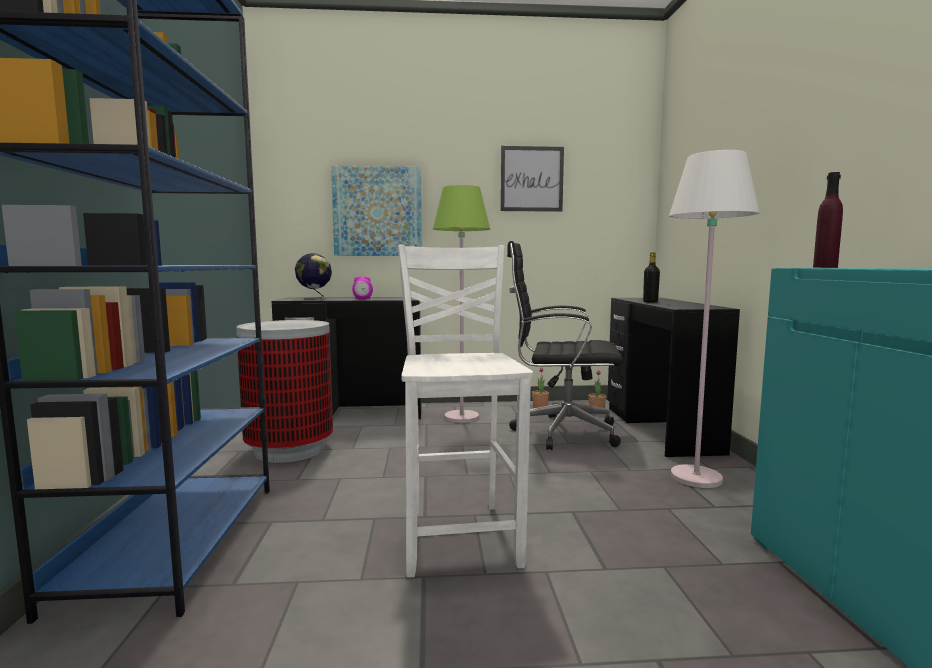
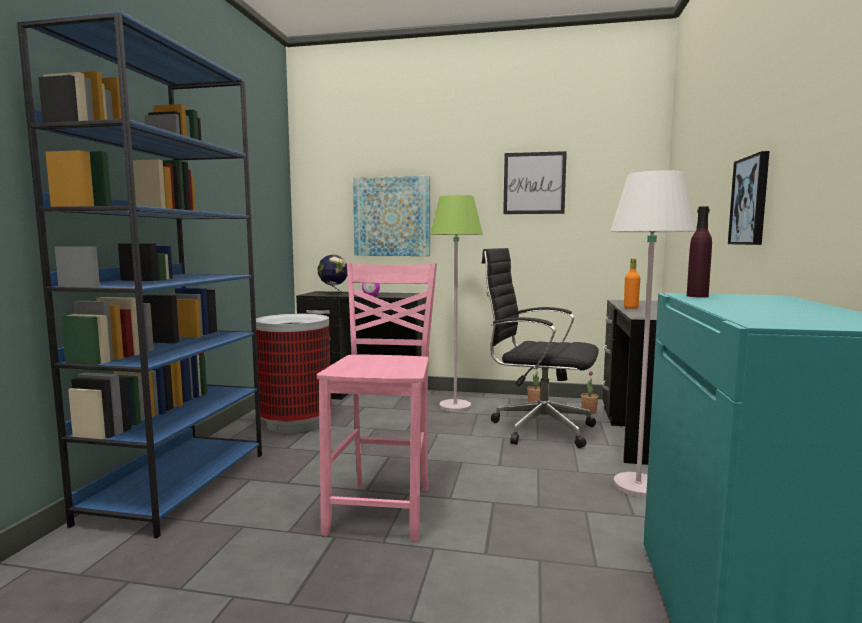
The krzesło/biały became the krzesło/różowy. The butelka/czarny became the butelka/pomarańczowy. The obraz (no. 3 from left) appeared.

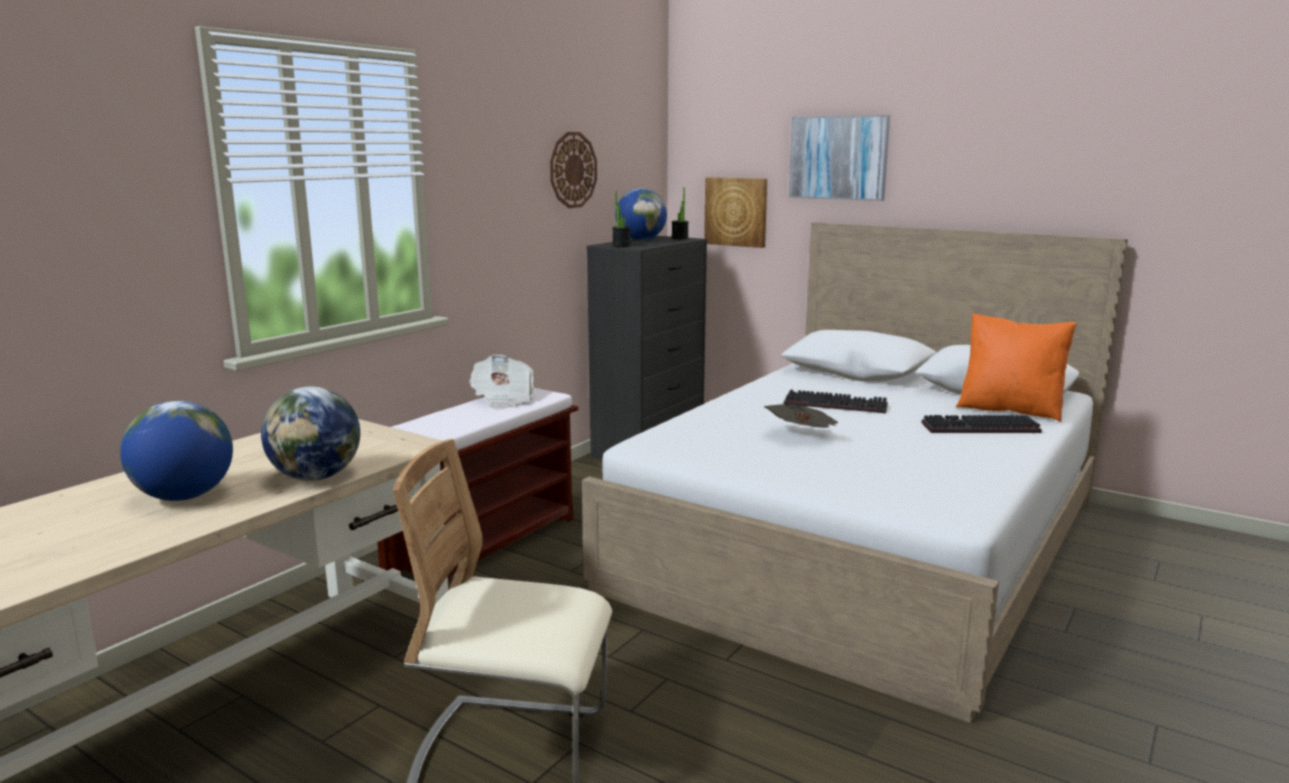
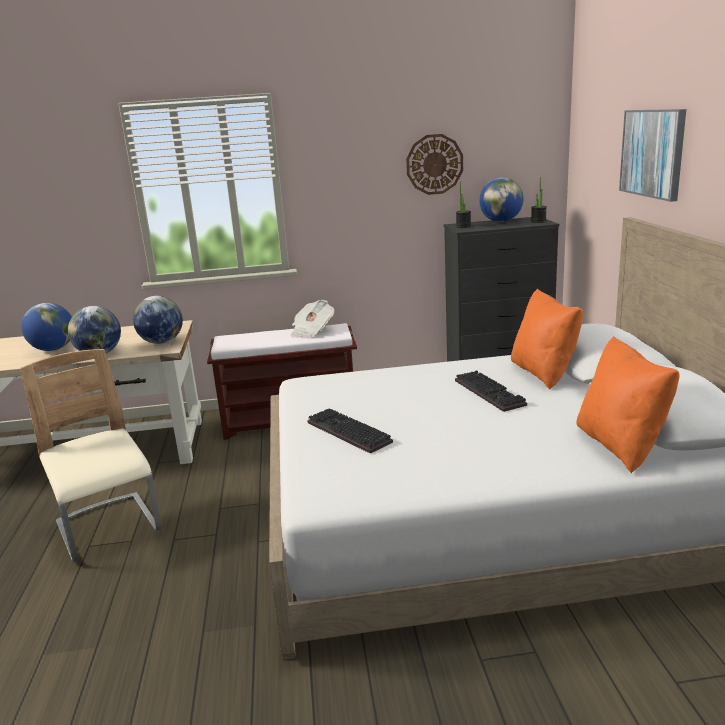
The obraz (no. 1 from left) disappeared. The gazeta (no. 2 from left) disappeared. The klawiatura (no. 2 from left in the first image) moved. The globus (no. 3 from left) appeared. The poduszka/pomarańczowy (no. 1 from left) appeared.

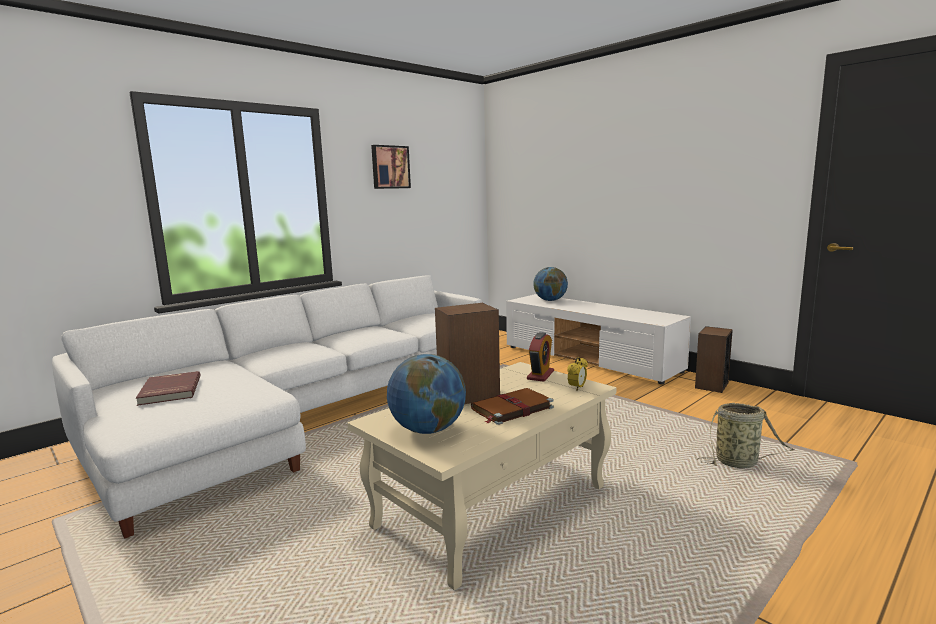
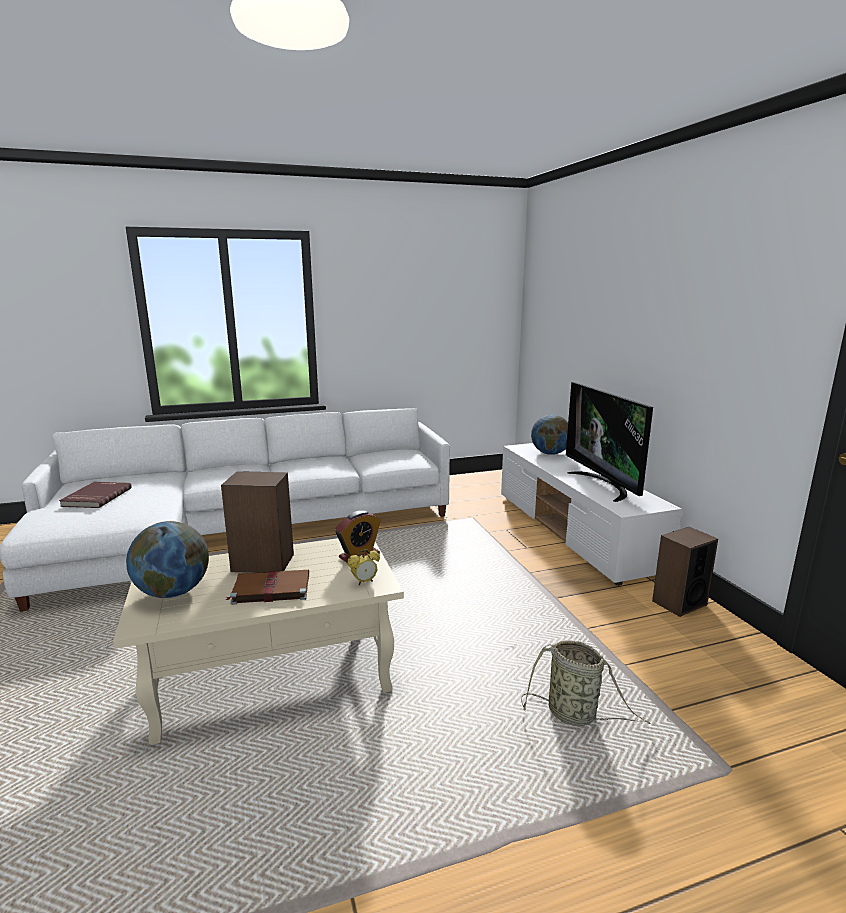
The obraz disappeared. The telewizor appeared.

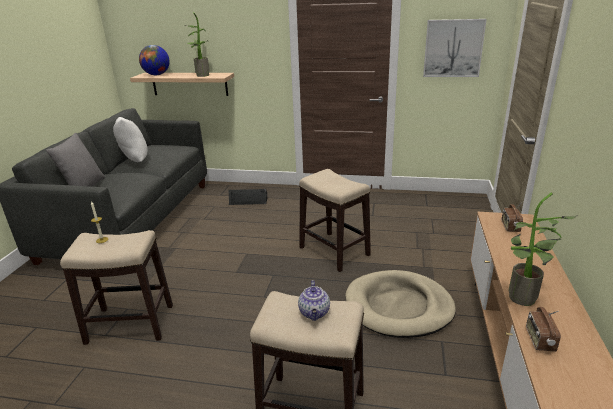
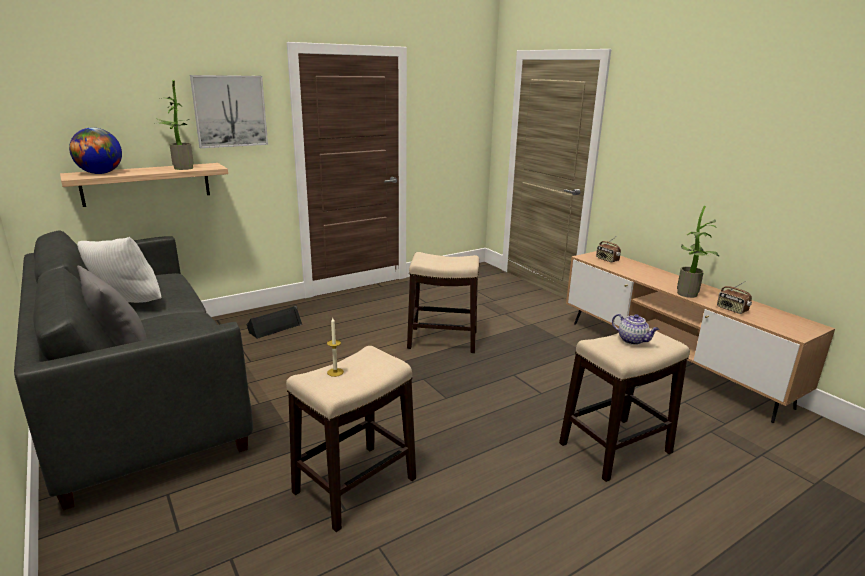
The legowisko/beżowy disappeared. The obraz moved.

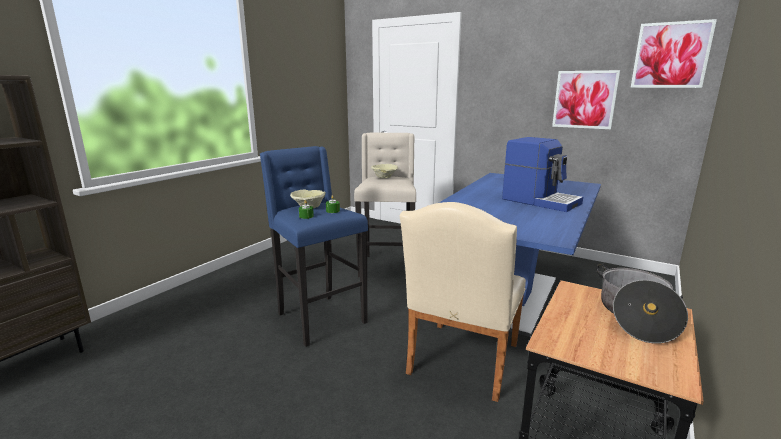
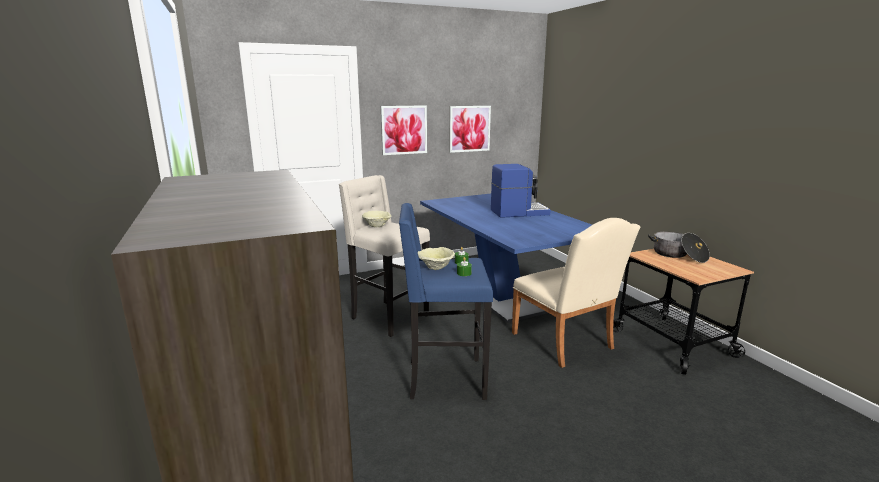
The obraz (no. 2 from left in the first image) moved.

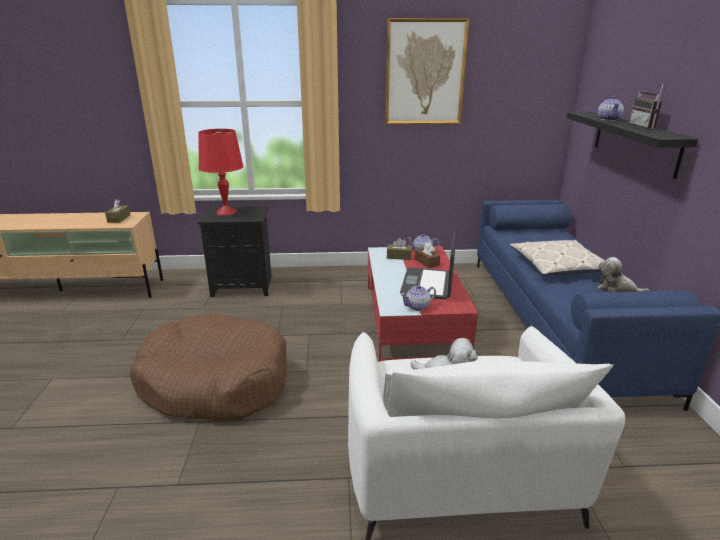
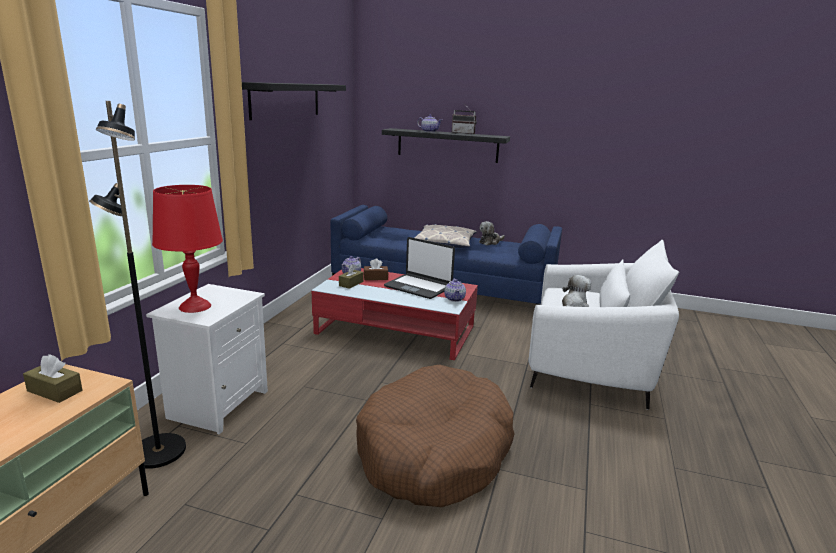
The szafka nocna/czarny became the szafka nocna/biały. The obraz was replaced by the półka/czarny (no. 1 from left). The lampa stojąca/czarny appeared.

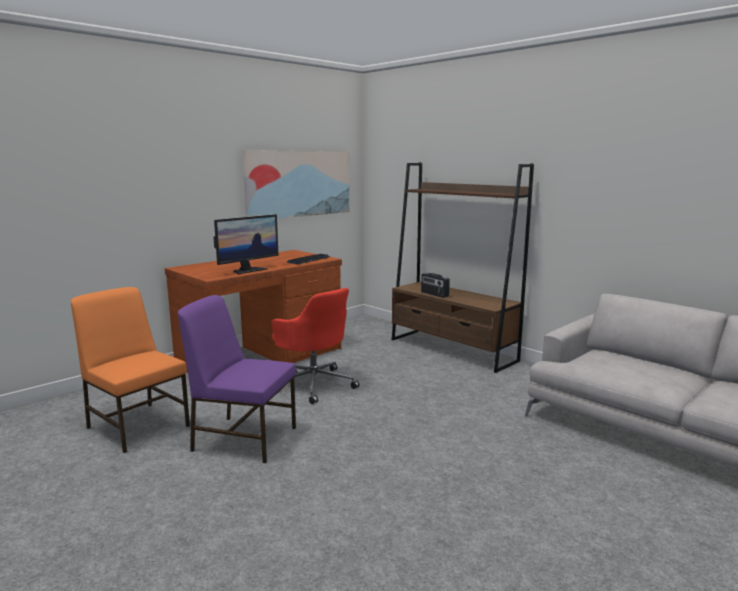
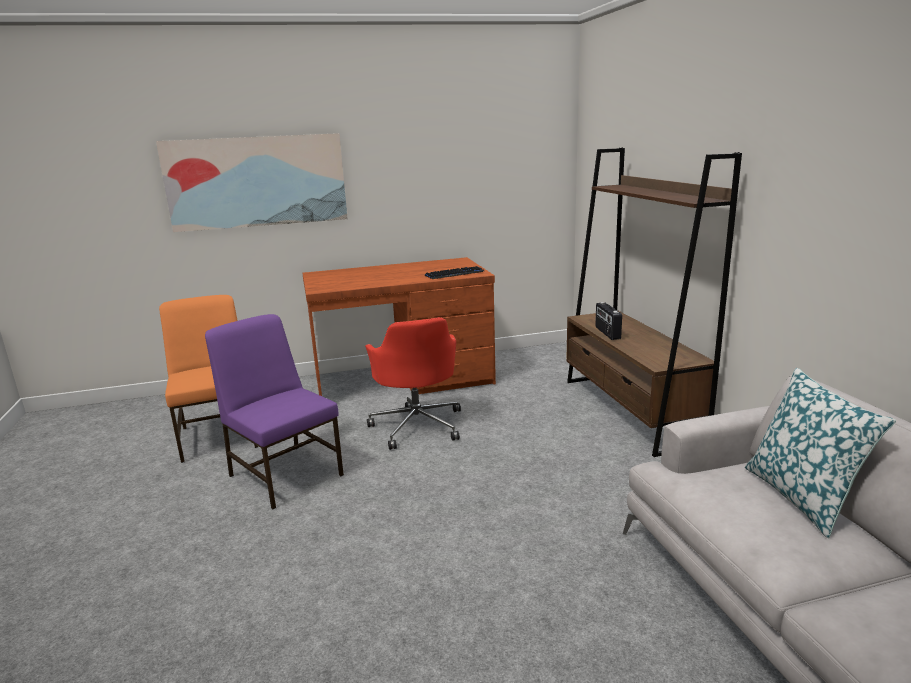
The monitor disappeared. The obraz moved. The poduszka appeared.

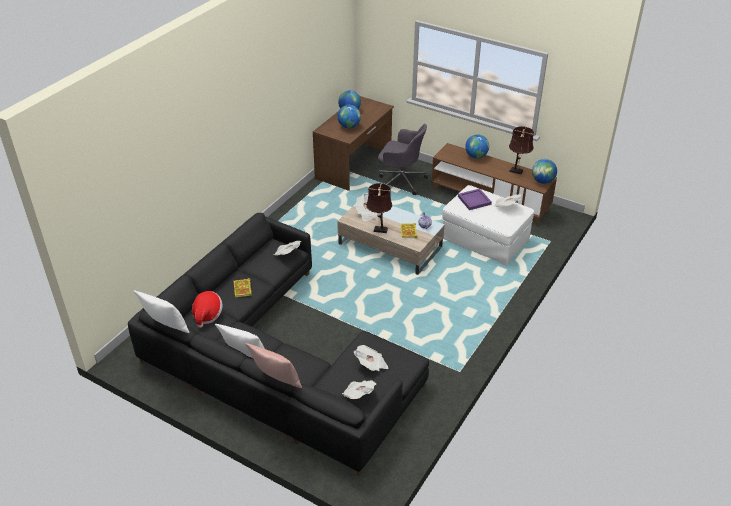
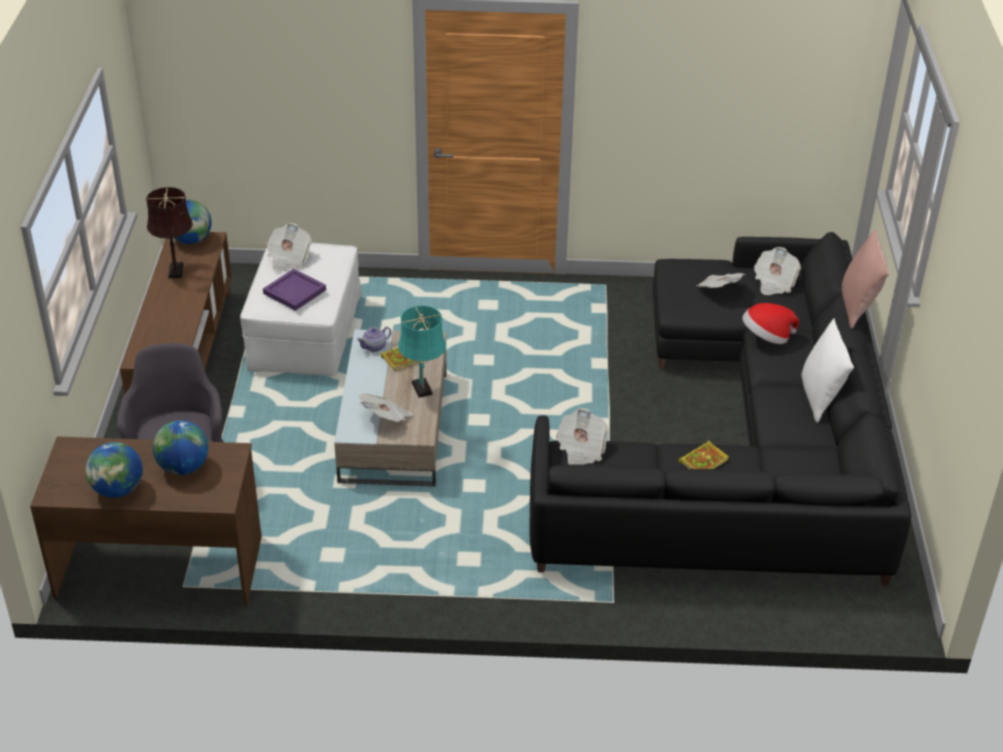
The poduszka/biały (no. 1 from left) disappeared. The kapelusz moved. The lampa stołowa/brązowy (no. 1 from left) became the lampa stołowa/turkusowy. The globus (no. 3 from left) disappeared.

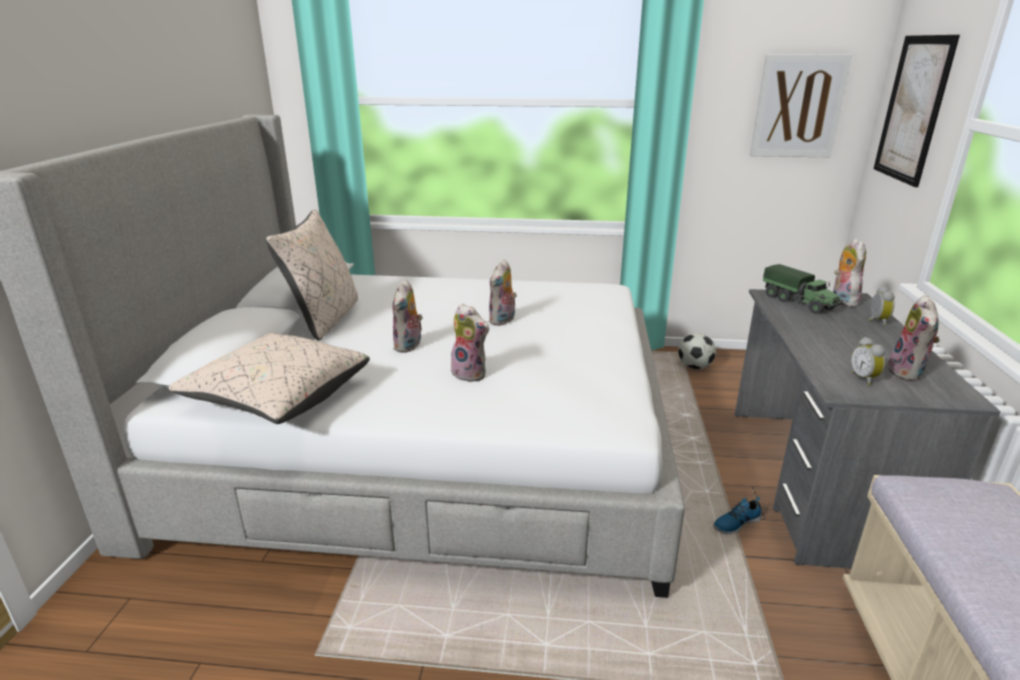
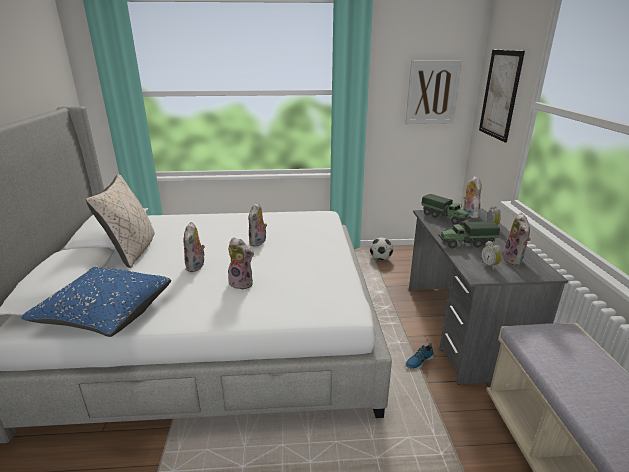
The poduszka/beżowy (no. 1 from left) became the poduszka/niebieski. The ciężarówka zabawkowa (no. 2 from left) appeared.

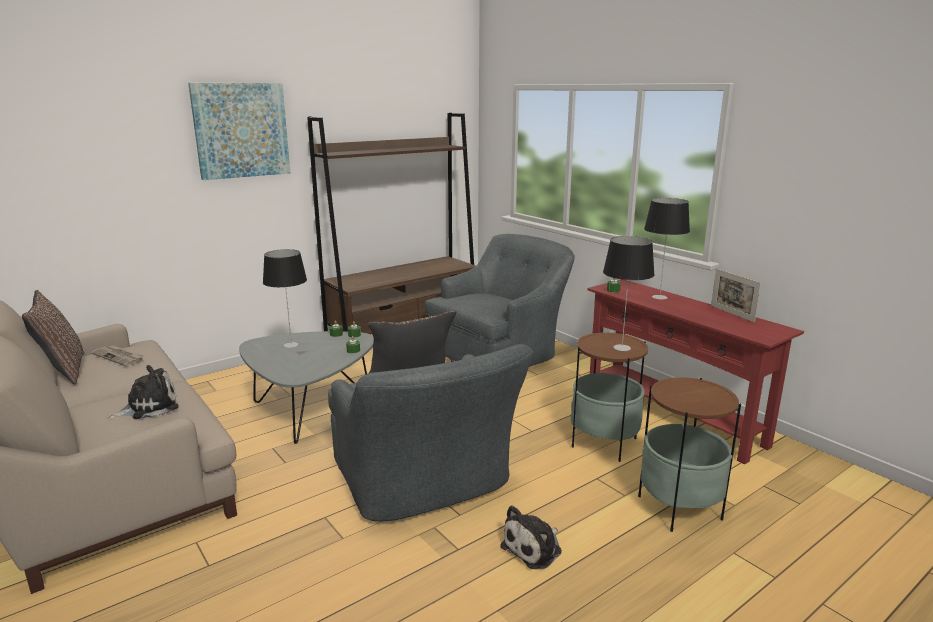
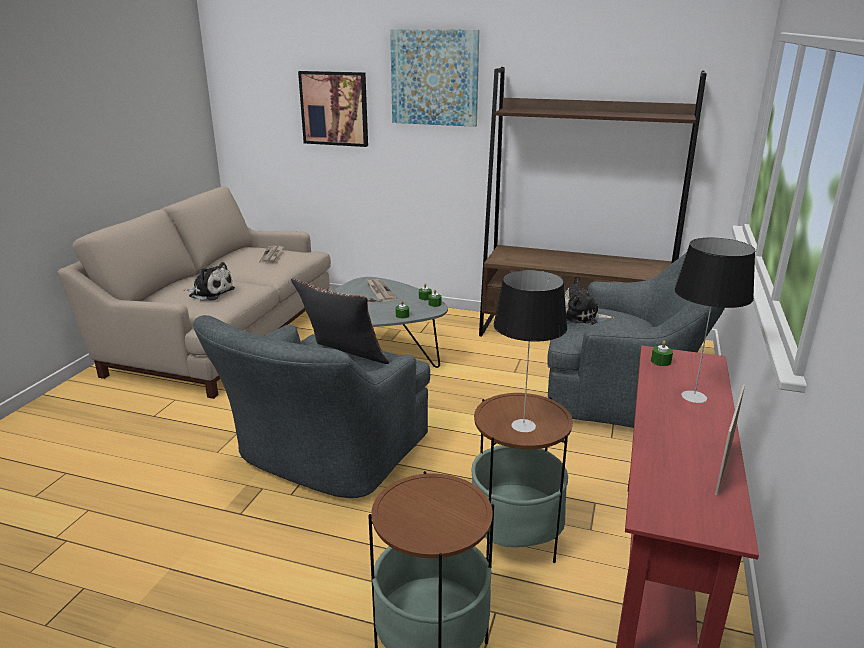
The poduszka/brązowy (no. 1 from left) disappeared. The lampa stołowa (no. 1 from left) was replaced by the gazeta (no. 2 from left). The pluszak (no. 2 from left) moved. The obraz (no. 1 from left) appeared.

